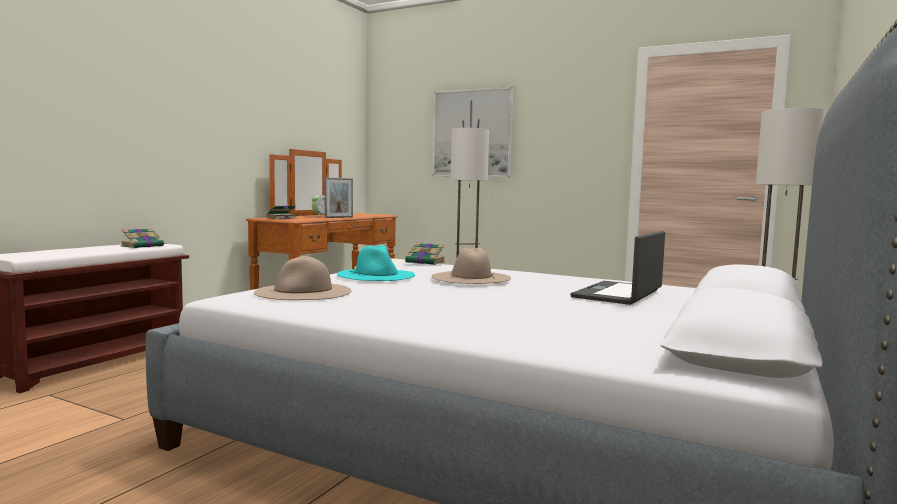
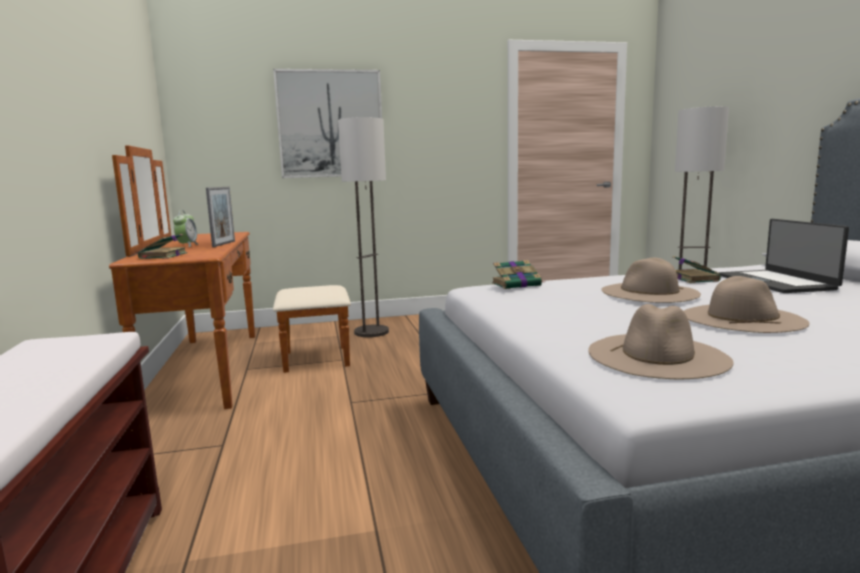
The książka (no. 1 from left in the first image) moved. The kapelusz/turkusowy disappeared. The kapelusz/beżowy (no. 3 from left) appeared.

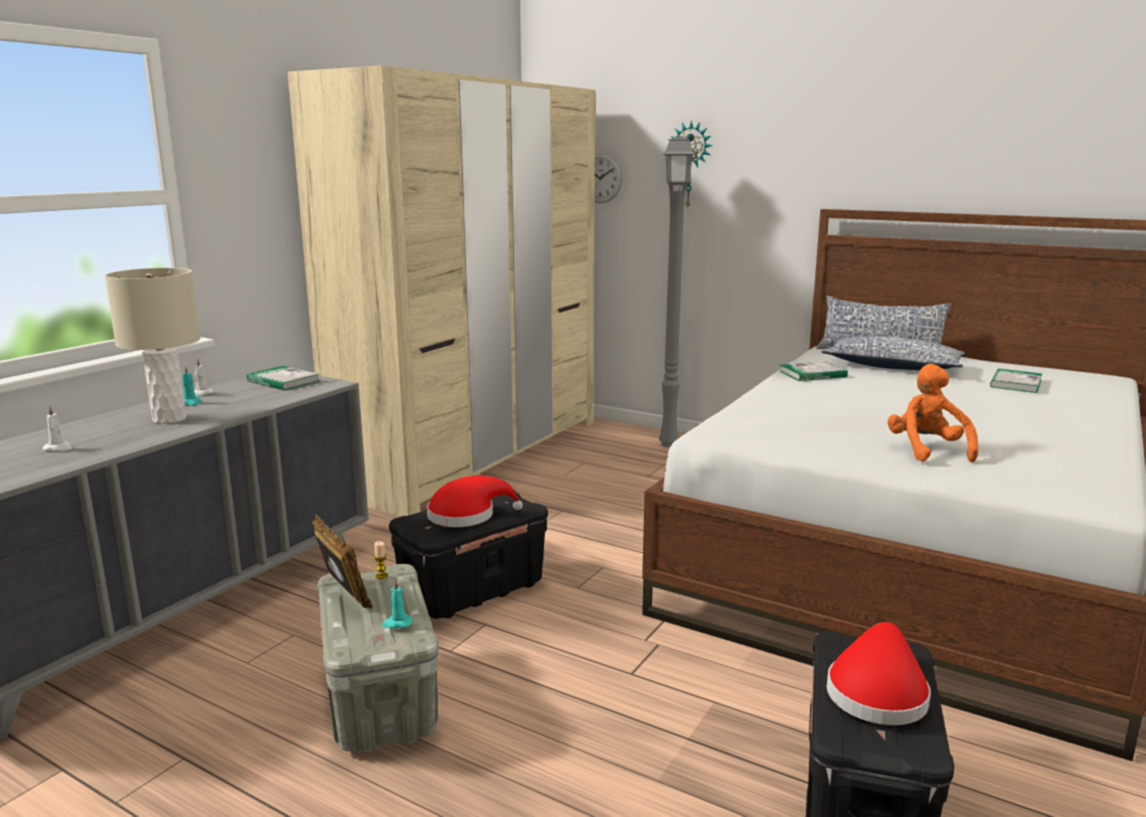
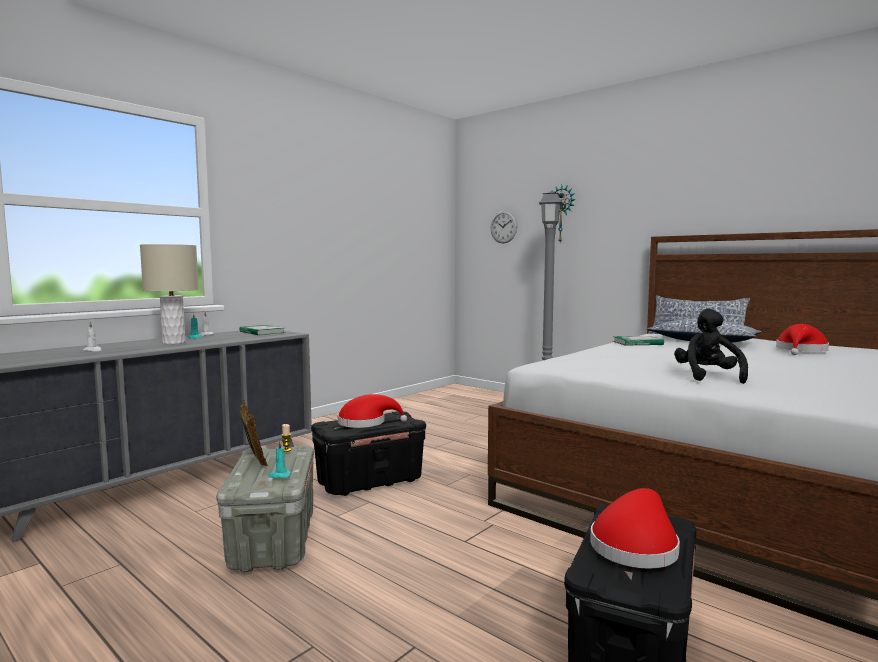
The szafa/beżowy disappeared. The pluszak/pomarańczowy became the pluszak/czarny. The książka (no. 3 from left) was replaced by the kapelusz/czerwony (no. 3 from left).

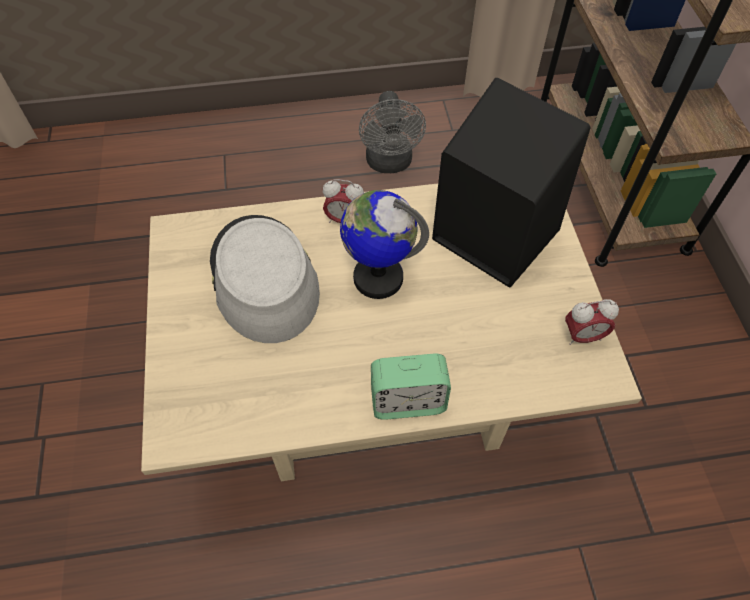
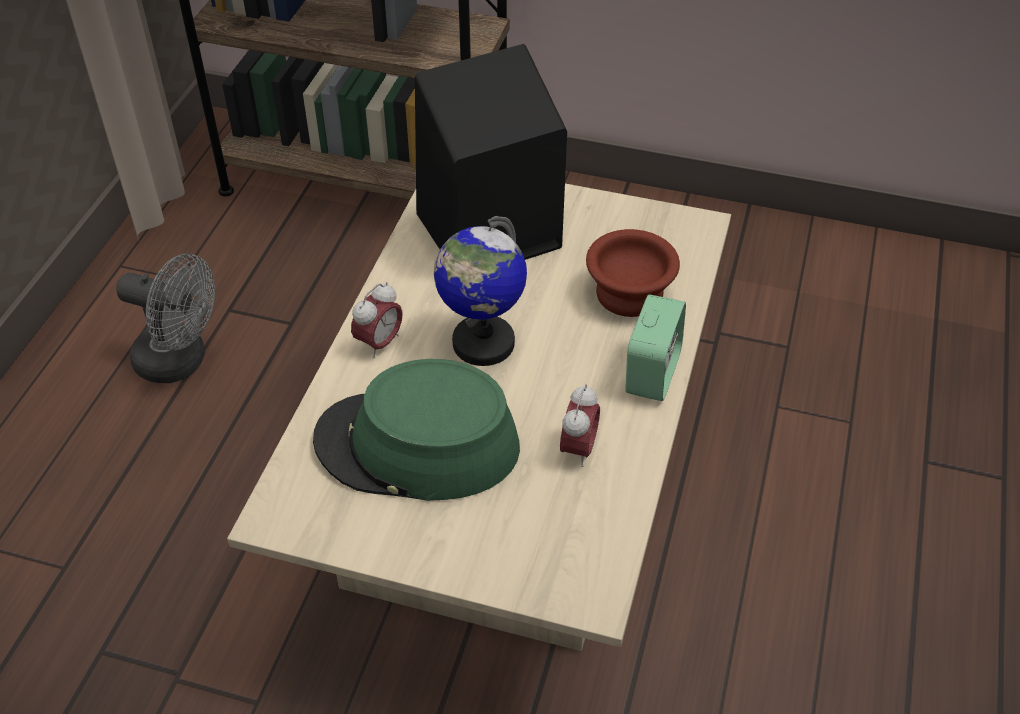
The kapelusz/szary became the kapelusz/zielony. The budzik (no. 3 from left in the first image) moved. The miska/brązowy appeared.

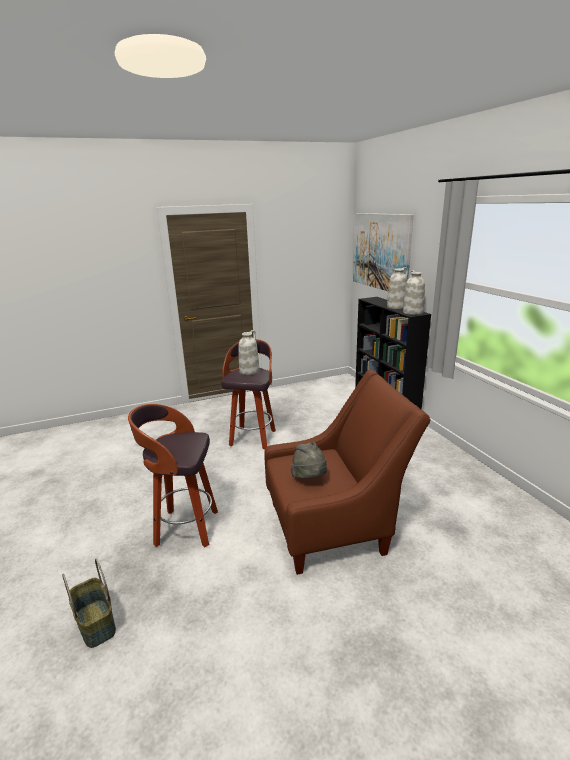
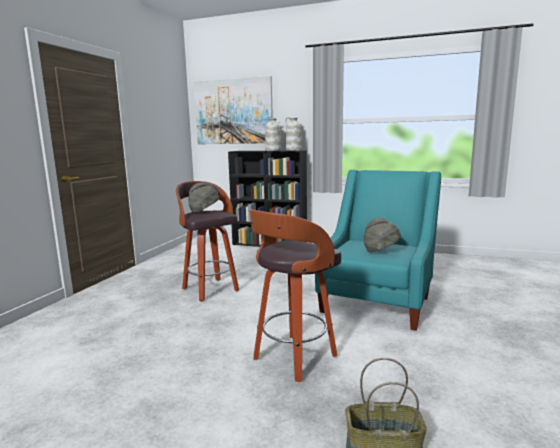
The wazon/biały (no. 1 from left) was replaced by the kapelusz/szary (no. 1 from left). The fotel/brązowy became the fotel/turkusowy.

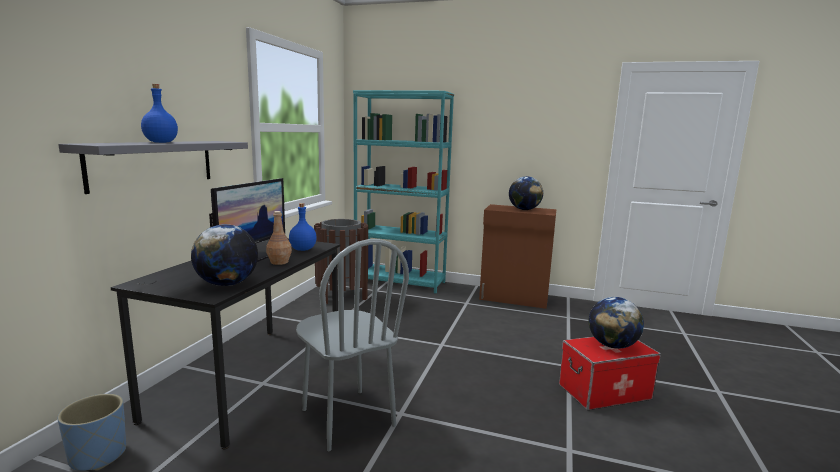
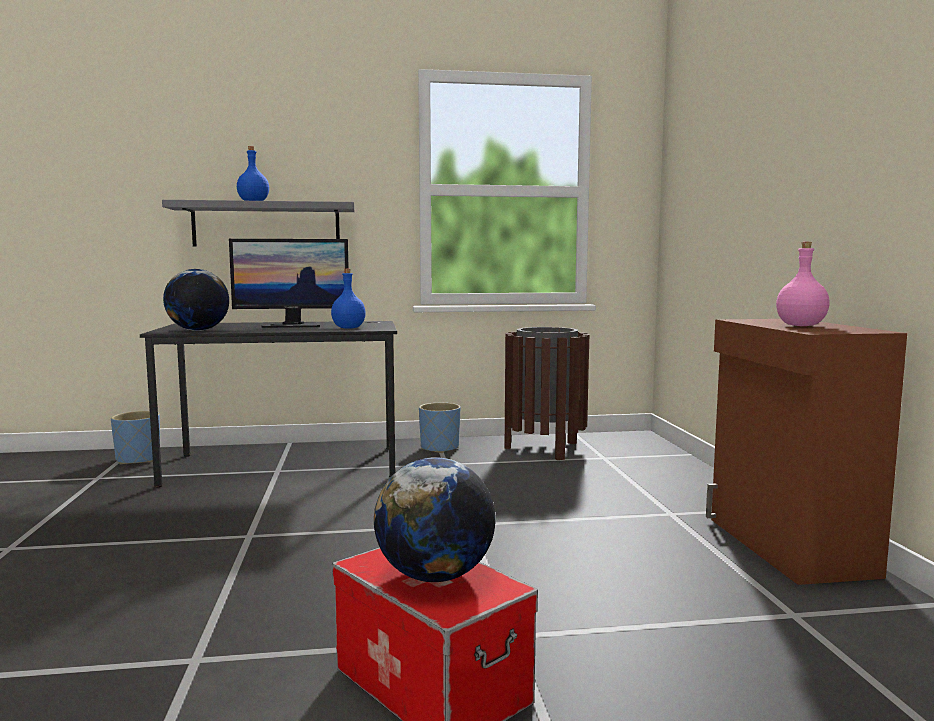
The butelka/brązowy disappeared. The krzesło/szary disappeared. The regał/turkusowy disappeared. The globus (no. 2 from left) was replaced by the butelka/różowy. The donica/niebieski (no. 2 from left) appeared.

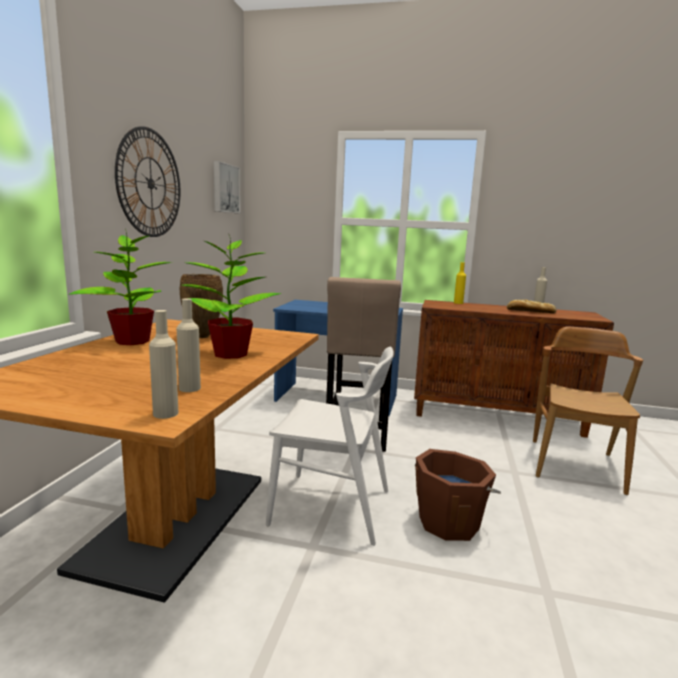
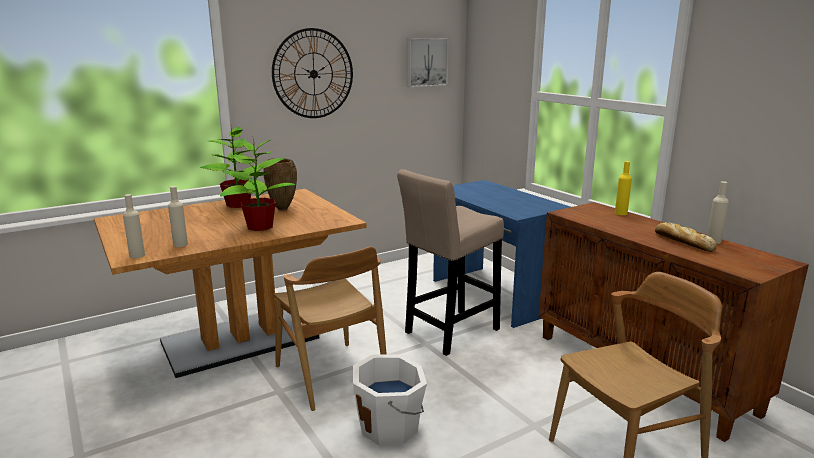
The krzesło/biały became the krzesło/brązowy (no. 1 from left). The wiadro/brązowy became the wiadro/biały.

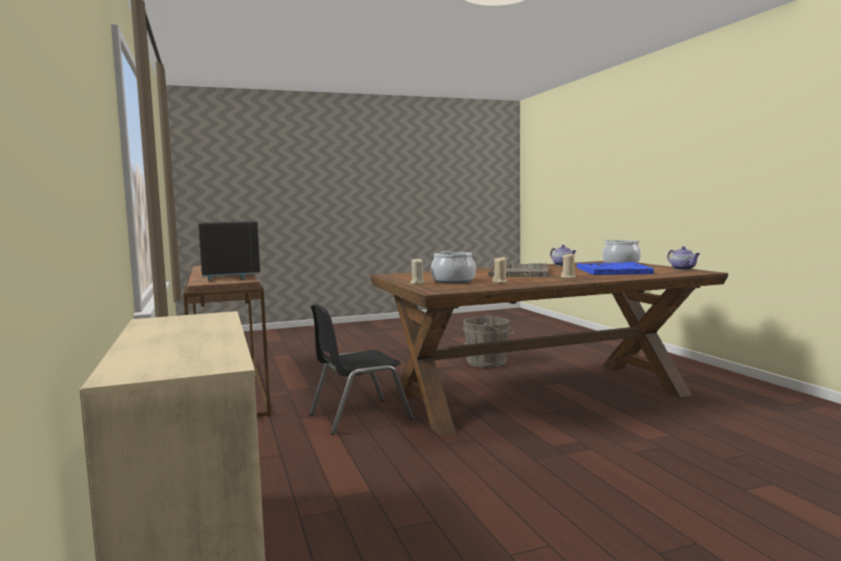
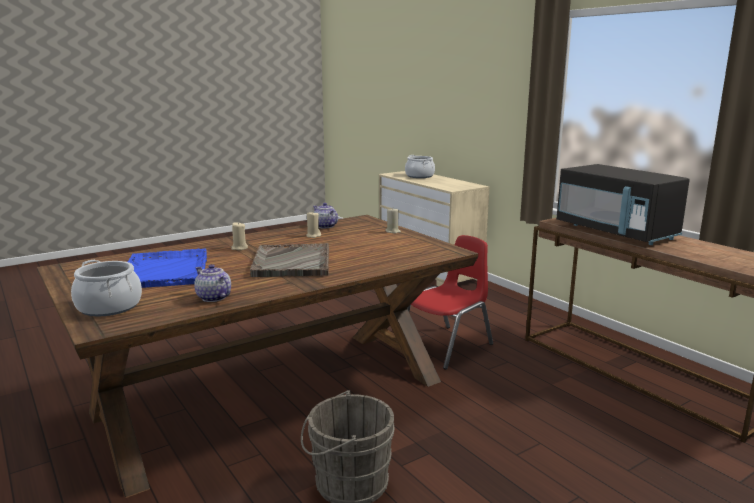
The krzesło/czarny became the krzesło/czerwony. The garnek (no. 1 from left in the first image) moved. The imbryk (no. 2 from left) moved.

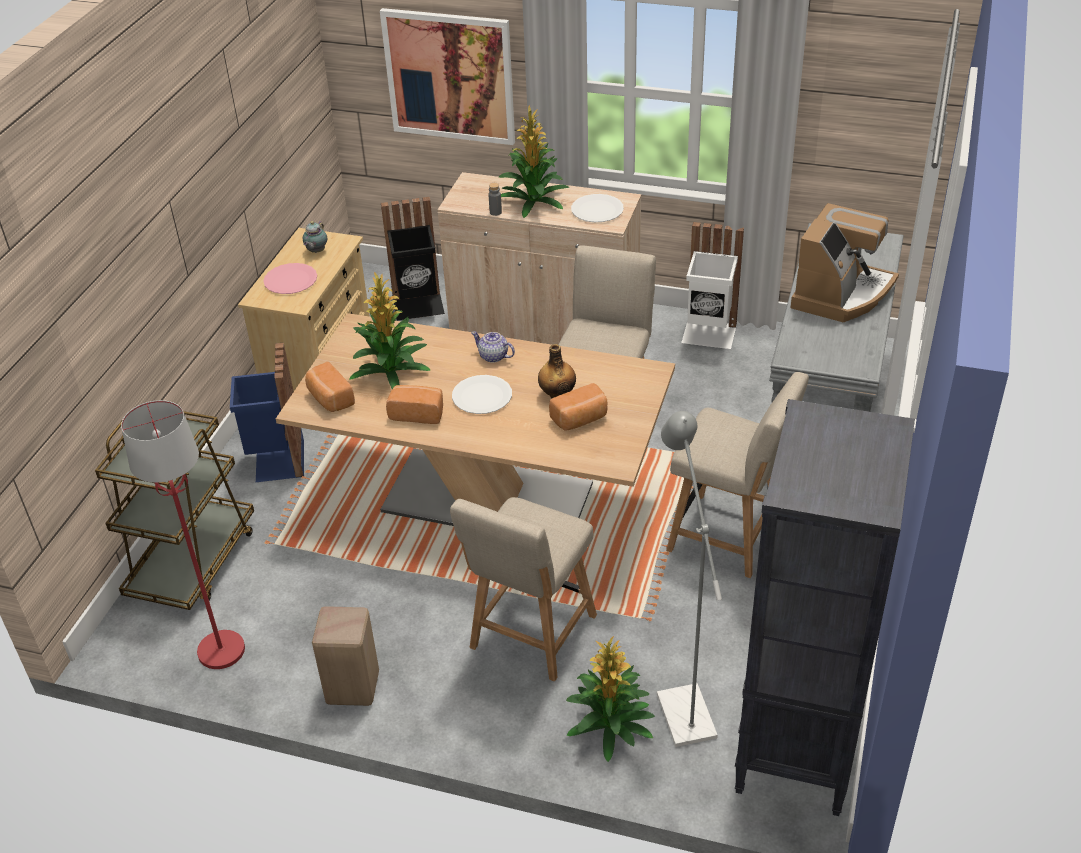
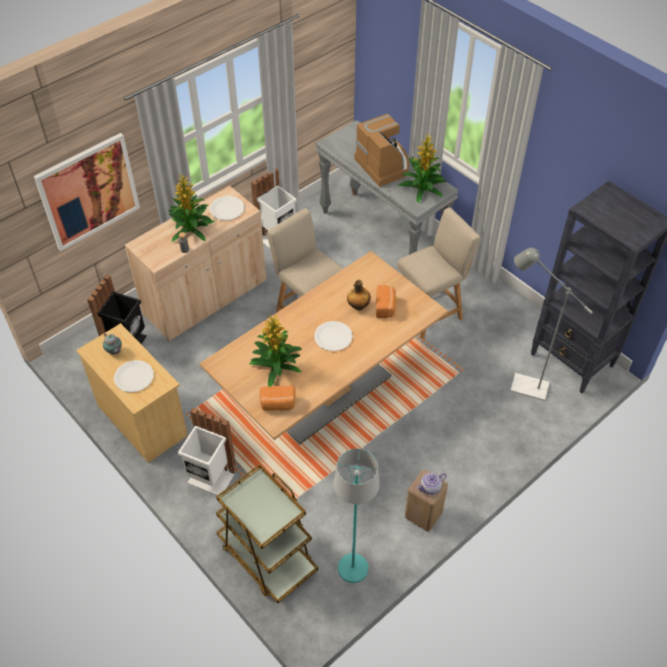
The lampa stojąca/czerwony became the lampa stojąca/turkusowy. The kosz na śmieci/niebieski became the kosz na śmieci/biały (no. 1 from left). The talerz/różowy became the talerz/biały (no. 1 from left). The chleb (no. 2 from left) disappeared. The krzesło/beżowy (no. 1 from left) disappeared. The imbryk (no. 2 from left) moved. The roślina doniczkowa (no. 3 from left) moved.

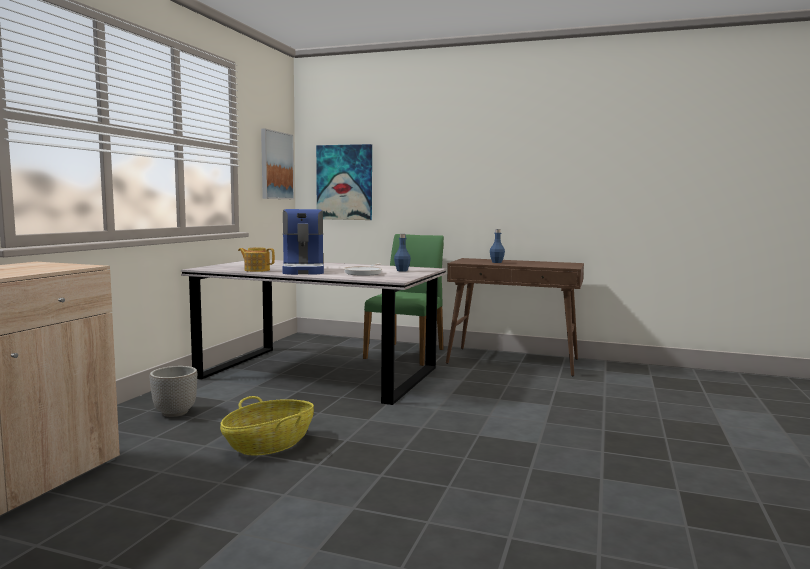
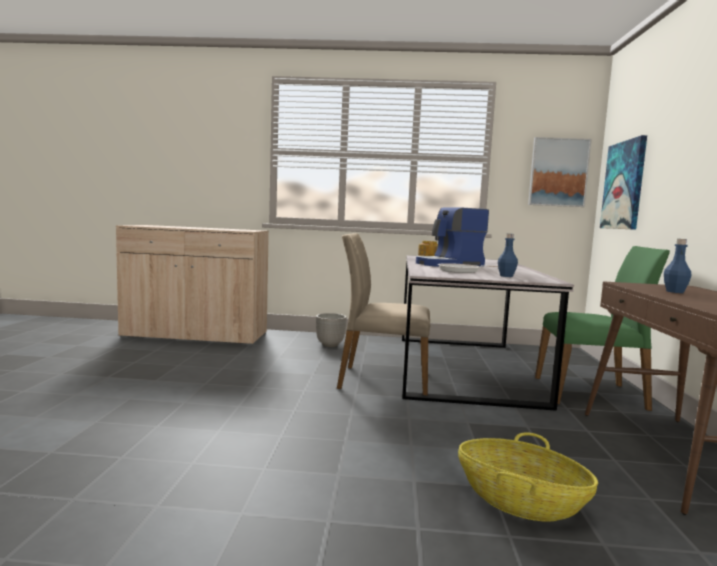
The koszyk moved. The krzesło/beżowy appeared.

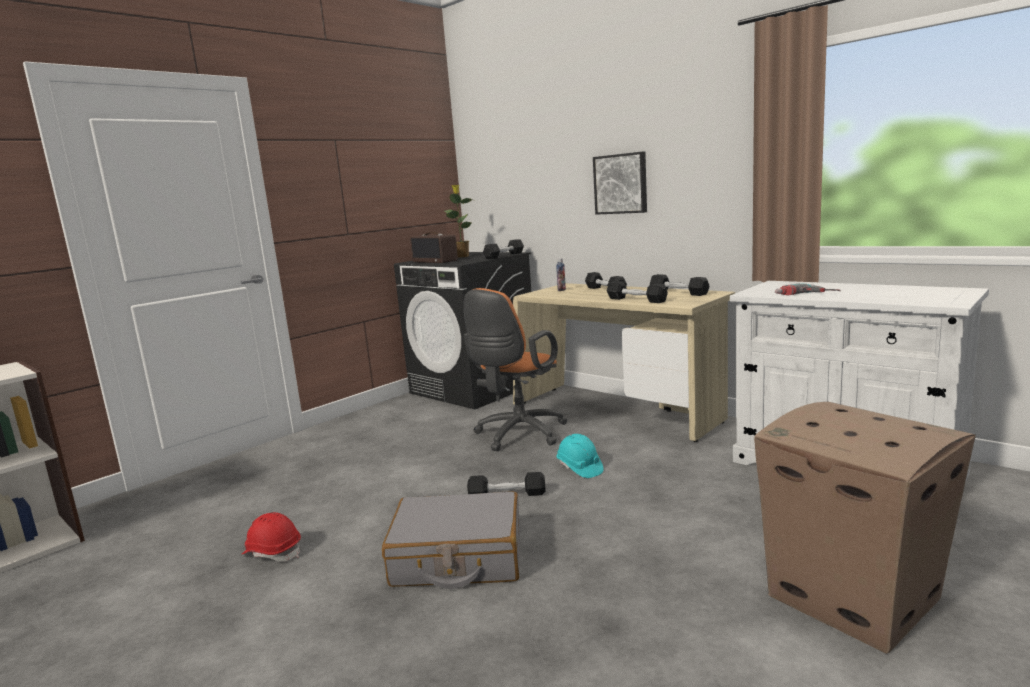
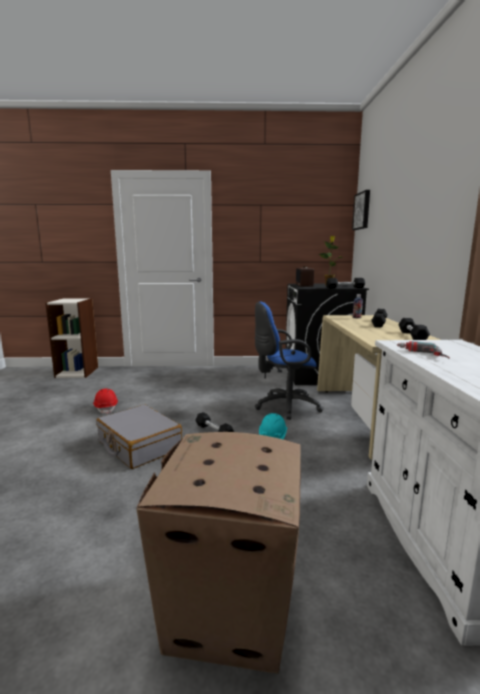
The krzesło biurowe/pomarańczowy became the krzesło biurowe/niebieski. The obraz moved. The hantel/czarny (no. 4 from left) disappeared.

